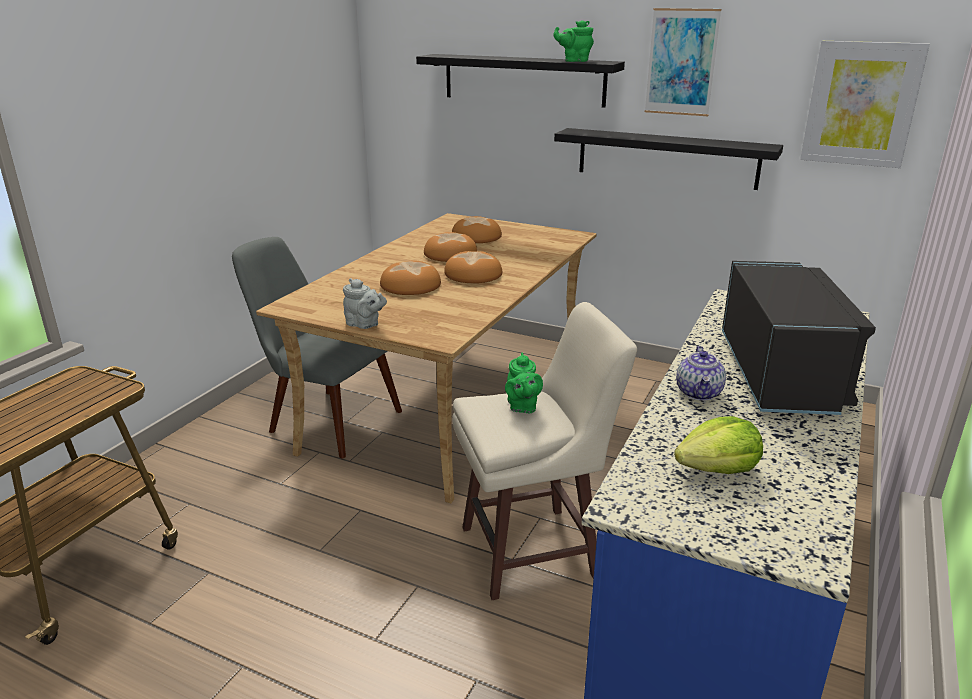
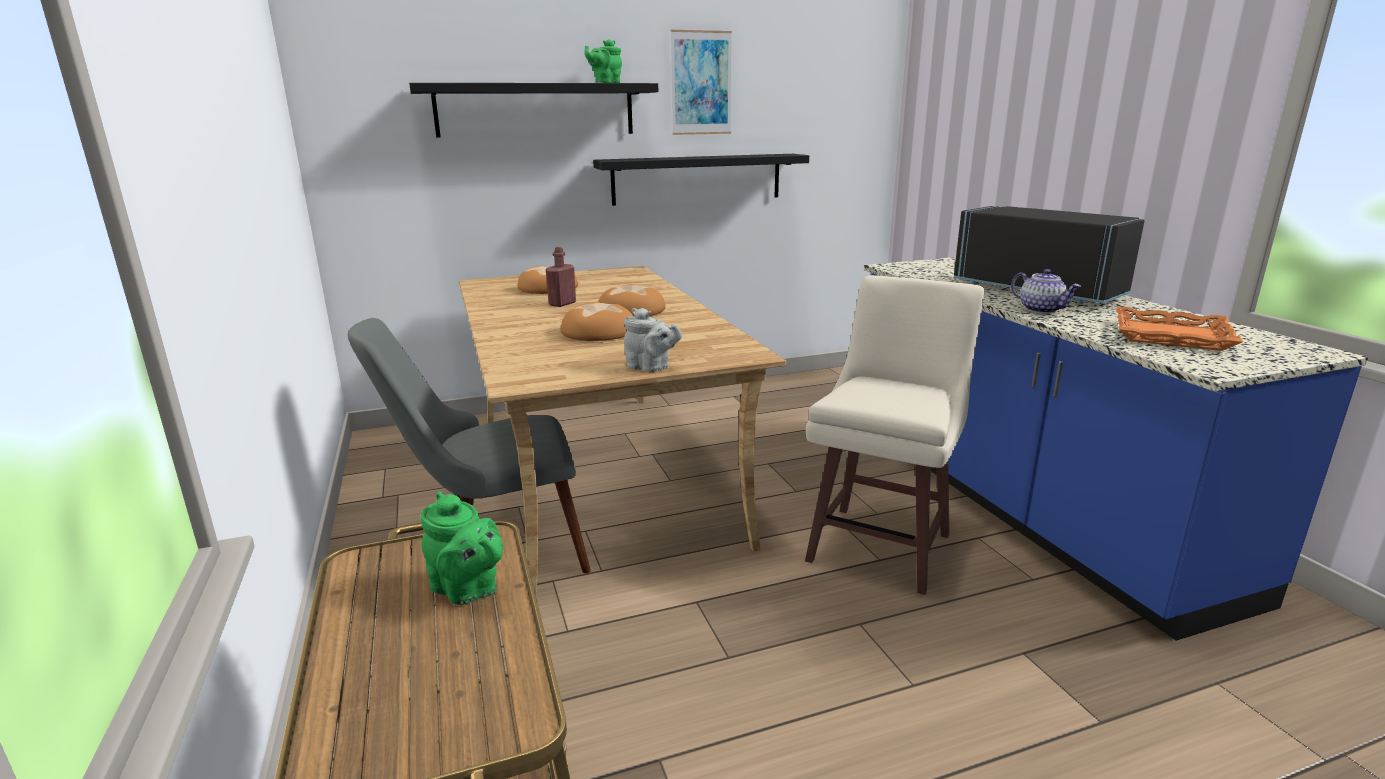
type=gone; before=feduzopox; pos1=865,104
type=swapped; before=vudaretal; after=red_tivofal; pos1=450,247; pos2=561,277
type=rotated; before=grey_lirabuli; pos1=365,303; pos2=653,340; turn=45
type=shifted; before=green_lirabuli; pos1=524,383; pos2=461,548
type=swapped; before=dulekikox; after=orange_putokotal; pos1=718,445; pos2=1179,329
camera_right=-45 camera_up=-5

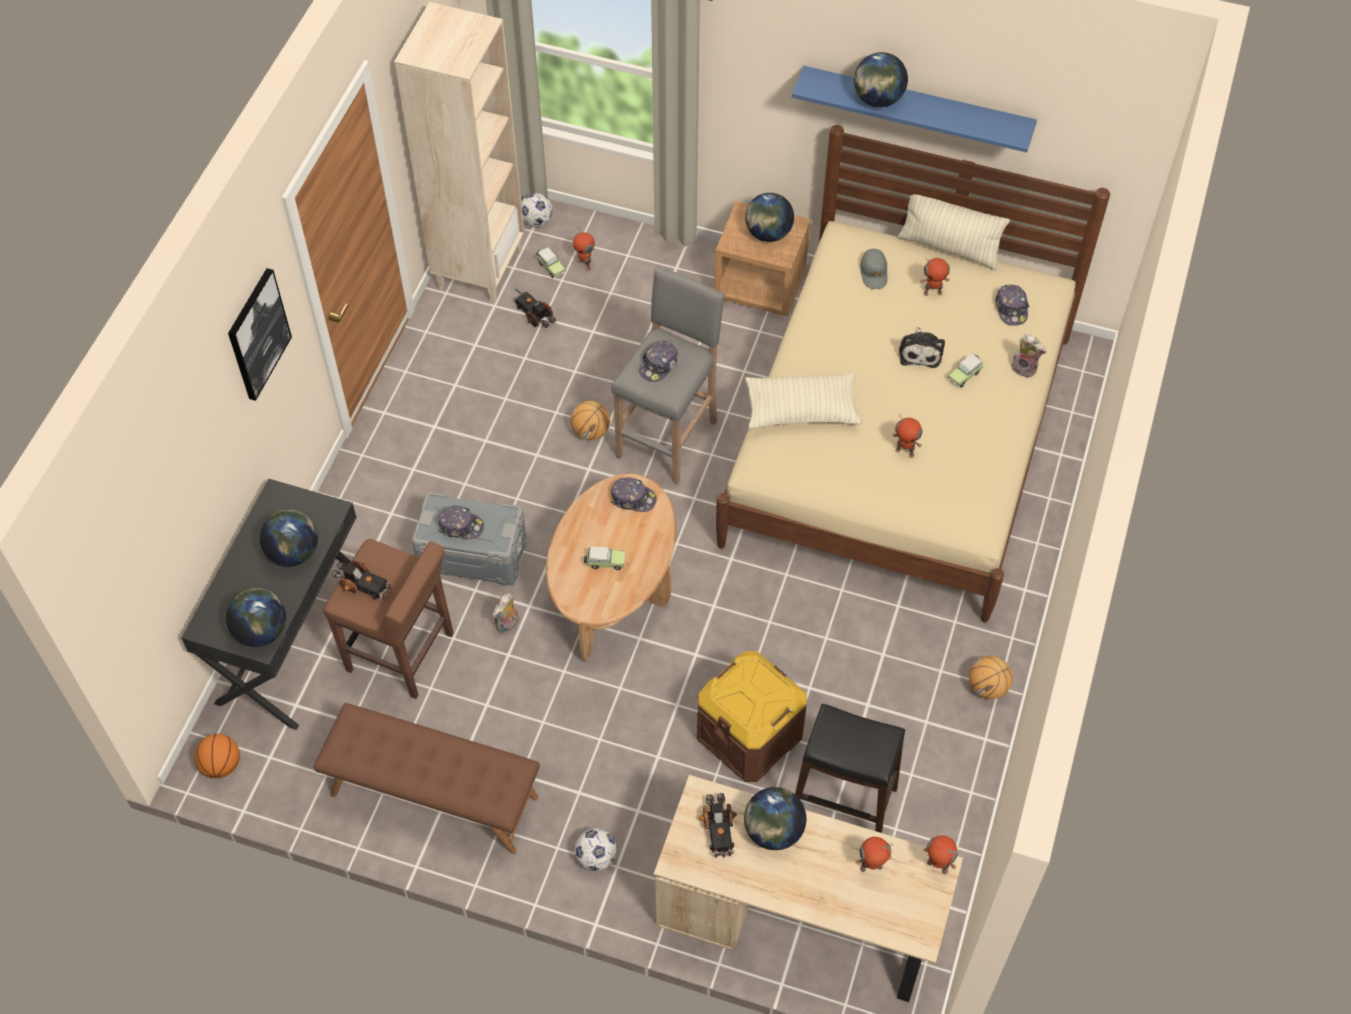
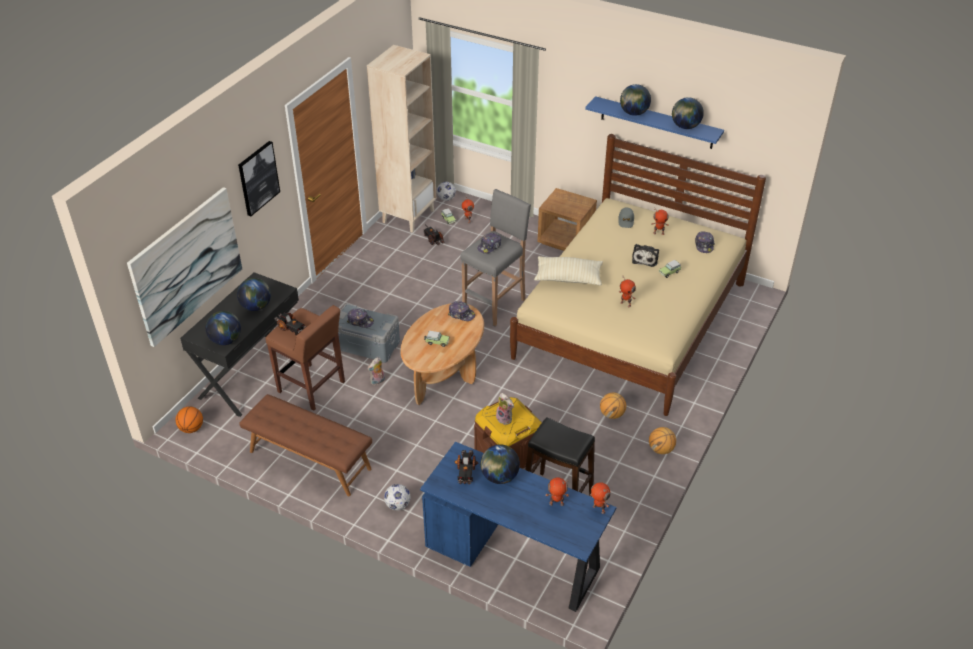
type=shifted; before=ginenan; pos1=769,217; pos2=688,113
type=gone; before=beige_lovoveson; pos1=954,232
type=shifted; before=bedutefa; pos1=1029,356; pos2=505,409
type=shifted; before=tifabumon; pos1=590,420; pos2=613,406
type=repainted; before=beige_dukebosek; after=blue_dukebosek; pos1=808,888; pos2=518,527
type=new; after=feduzopox; pos2=184,267
camera_right=10 camera_up=-15

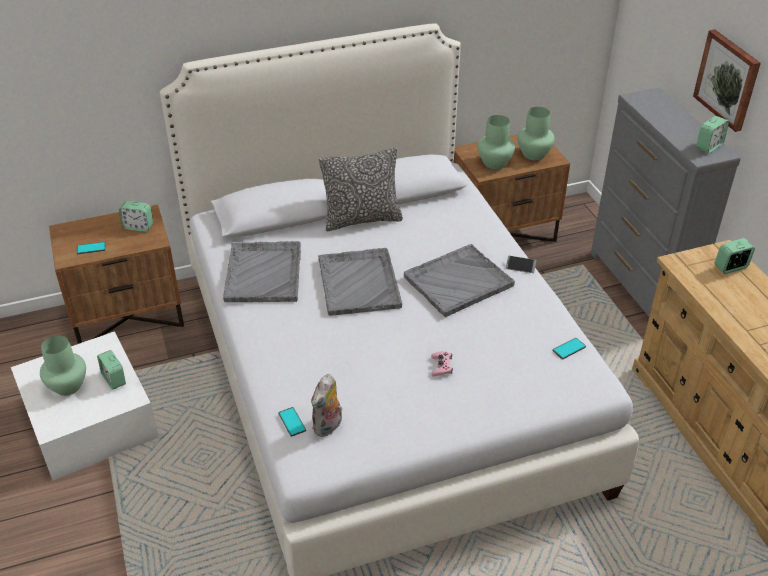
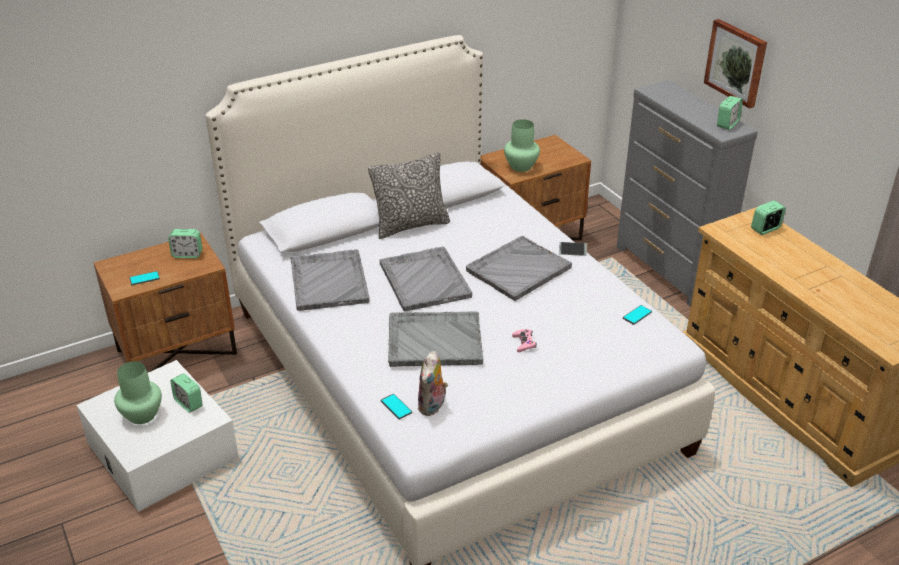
type=gone; before=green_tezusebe; pos1=536,133
type=new; after=grey_putokotal; pos2=435,339
camera_right=-10 camera_up=-5

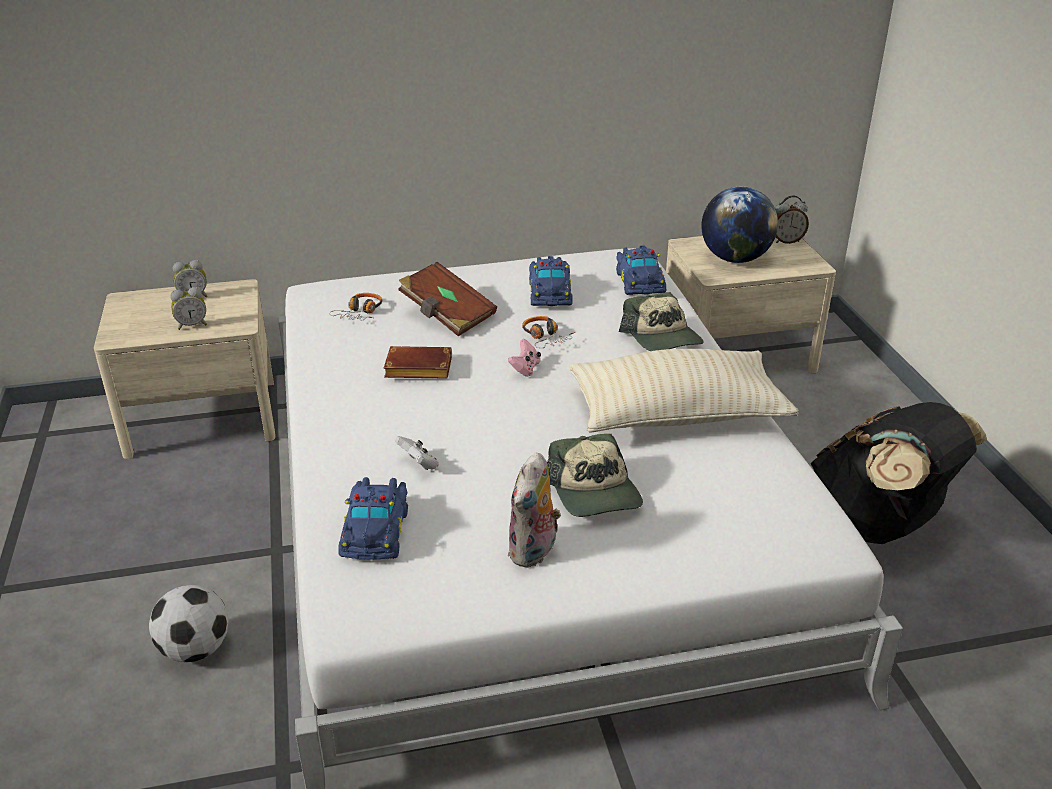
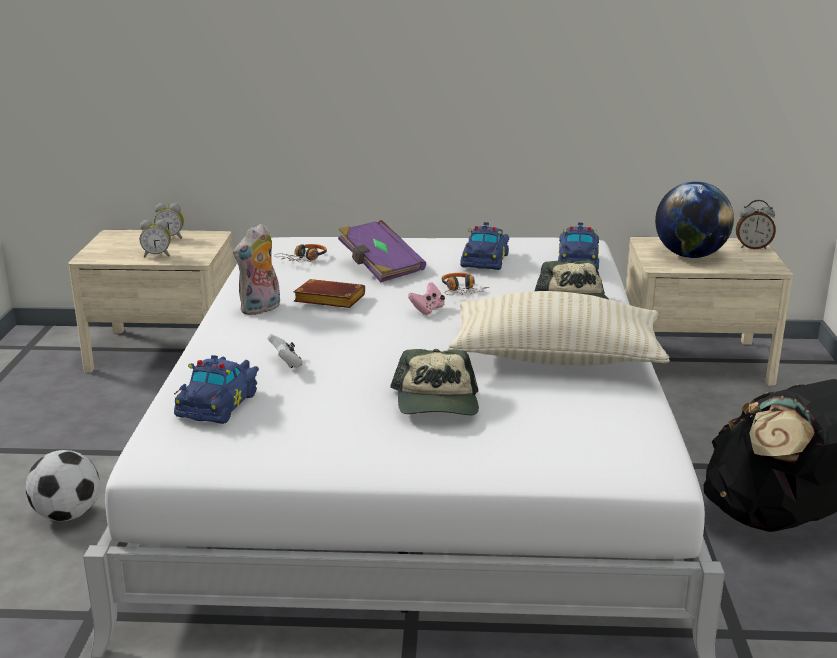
type=repainted; before=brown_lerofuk; after=purple_lerofuk; pos1=447,299; pos2=382,251
type=shifted; before=bedutefa; pos1=534,510; pos2=256,269
camera_right=15 camera_up=-10

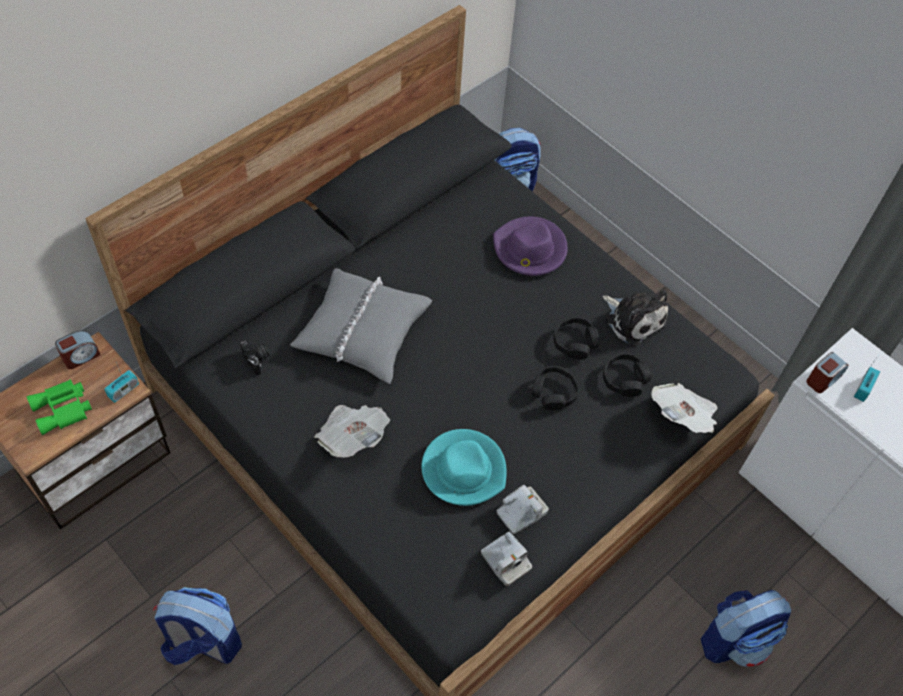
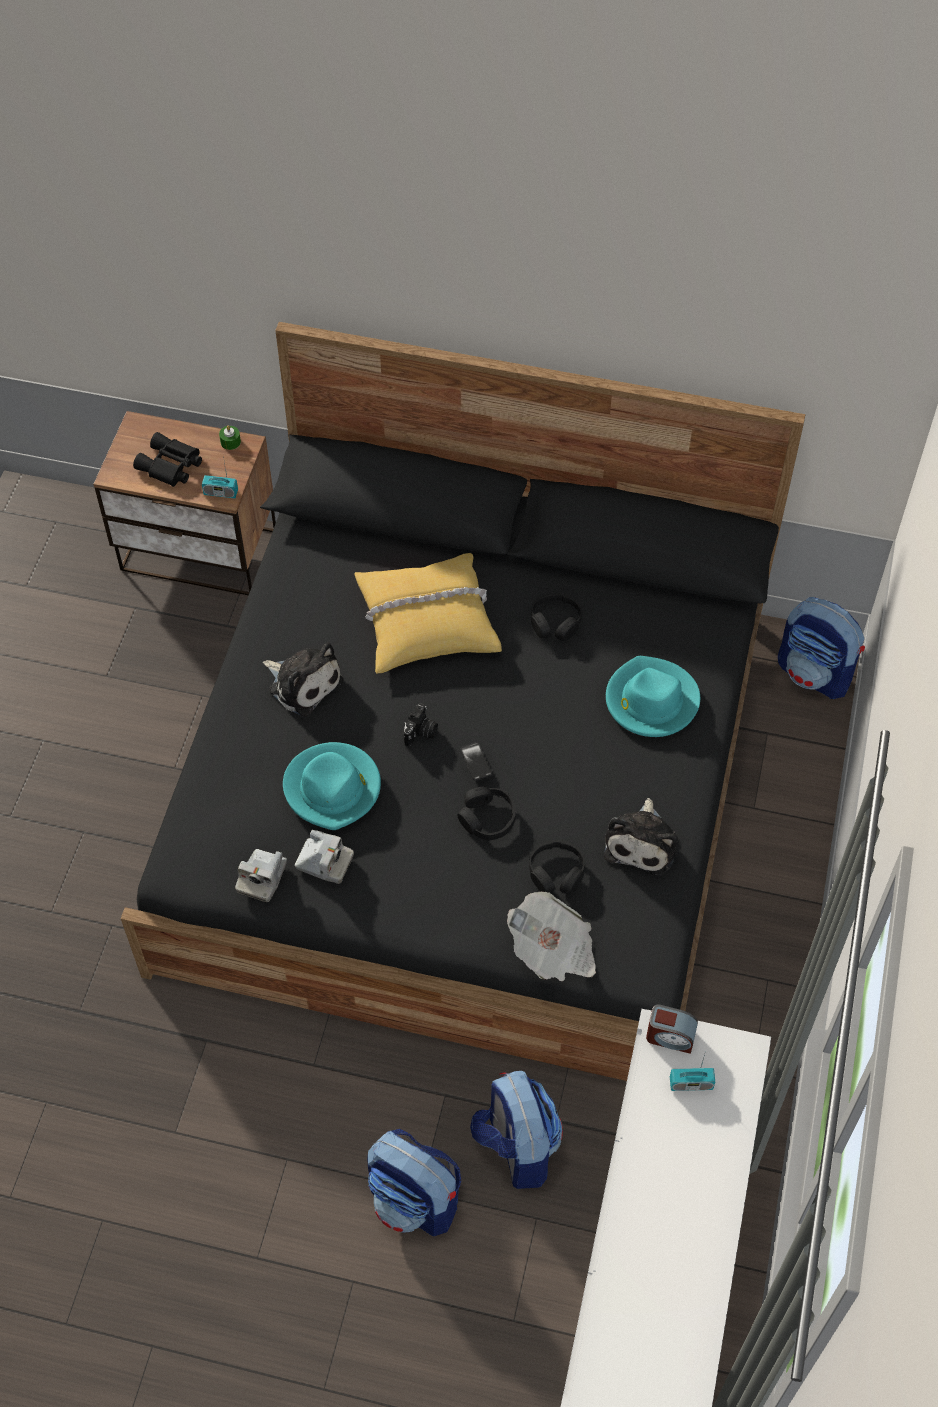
type=repainted; before=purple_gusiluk; after=turquoise_gusiluk; pos1=530,246; pos2=653,696
type=repainted; before=grey_lovoveson; after=yellow_lovoveson; pos1=361,326; pos2=428,613
type=shifted; before=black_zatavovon; pos1=576,338; pos2=556,617
type=swapped; before=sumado; after=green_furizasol; pos1=78,349; pos2=230,438
type=shifted; before=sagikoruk; pos1=254,357; pos2=420,725
type=repainted; before=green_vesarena; after=black_vesarena; pos1=59,407; pos2=167,459
type=swapped; before=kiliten; after=bedutefa; pos1=352,431; pos2=303,679
type=shifted; before=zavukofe; pos1=197,626; pos2=516,1130
type=new; after=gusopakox; pos2=476,761
camera_right=60 camera_up=0

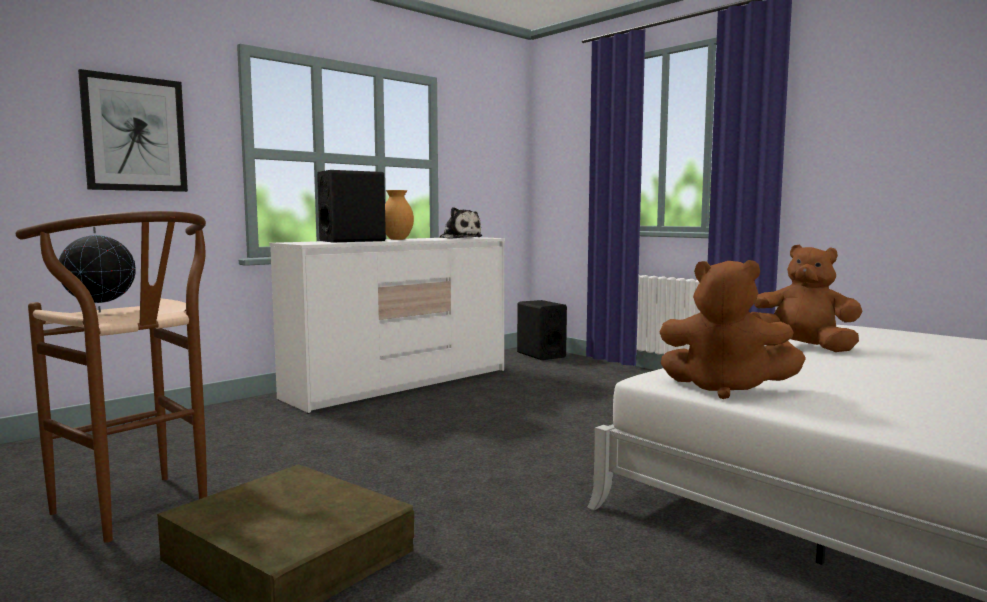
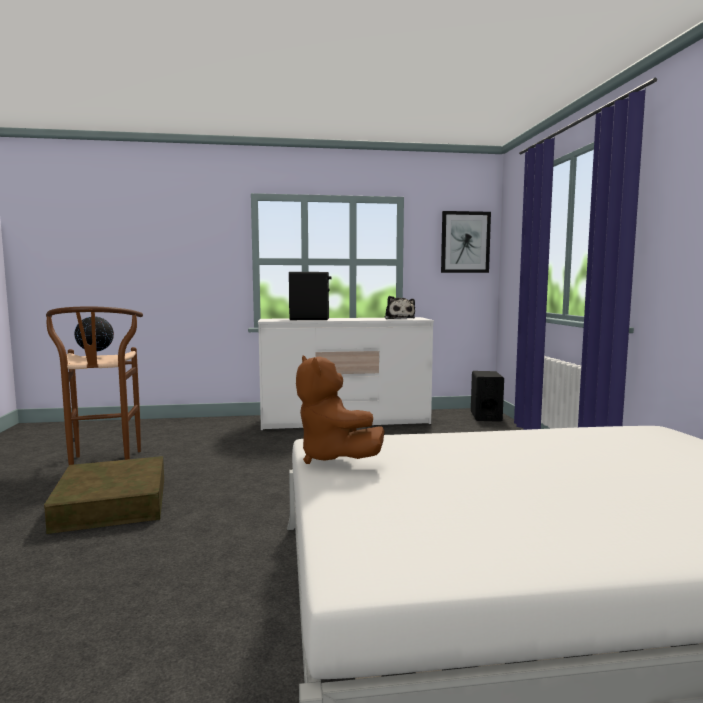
type=shifted; before=feduzopox; pos1=133,130; pos2=466,242
type=gone; before=brown_tezusebe; pos1=399,215
type=gone; before=brown_bedutefa; pos1=806,298
camera_right=35 camera_up=0

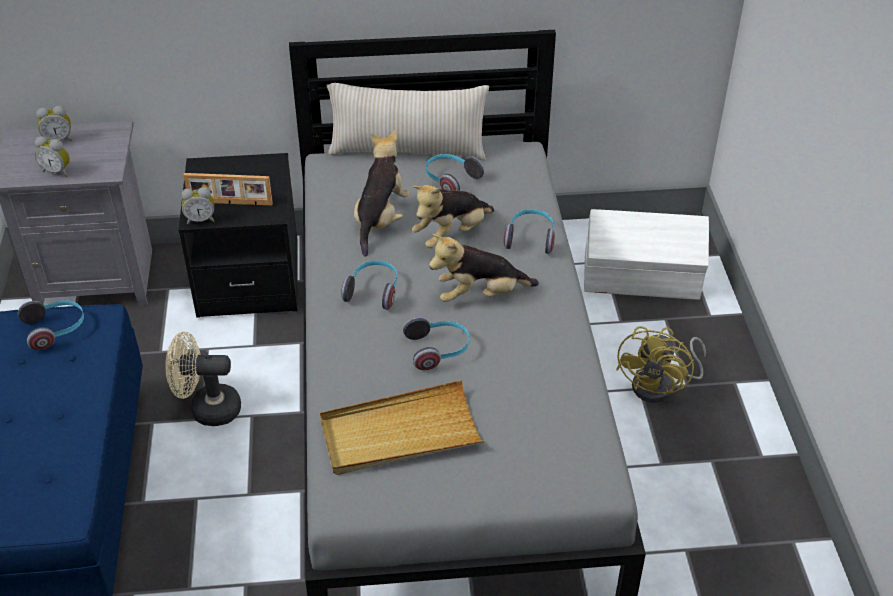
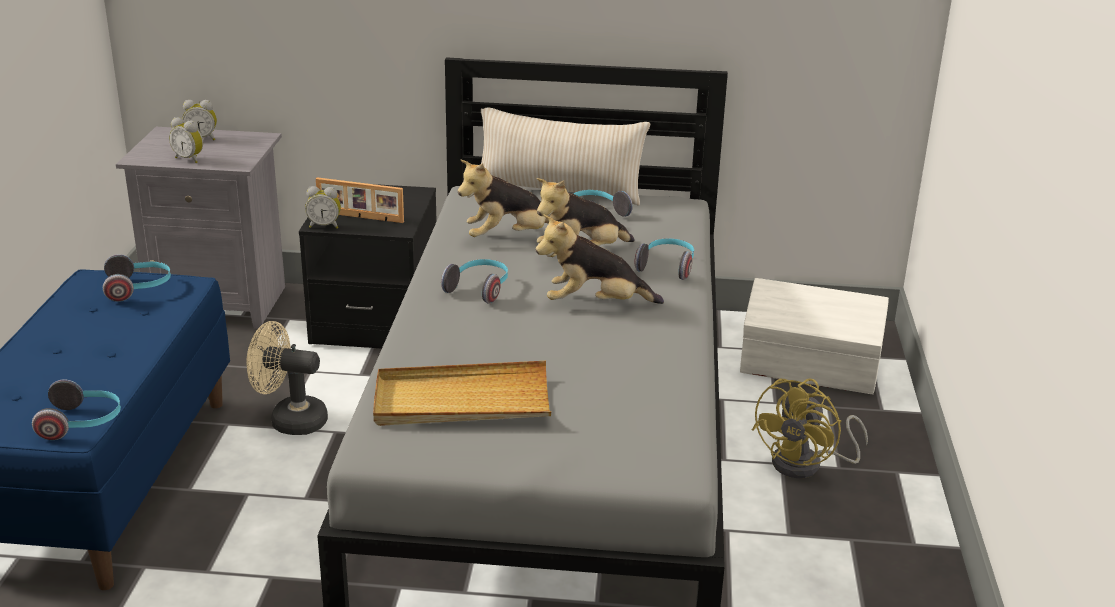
type=rotated; before=bedutefa; pos1=381,193; pos2=504,198; turn=-135
type=shifted; before=zatavovon; pos1=436,343; pos2=76,409
camera_right=10 camera_up=-15

